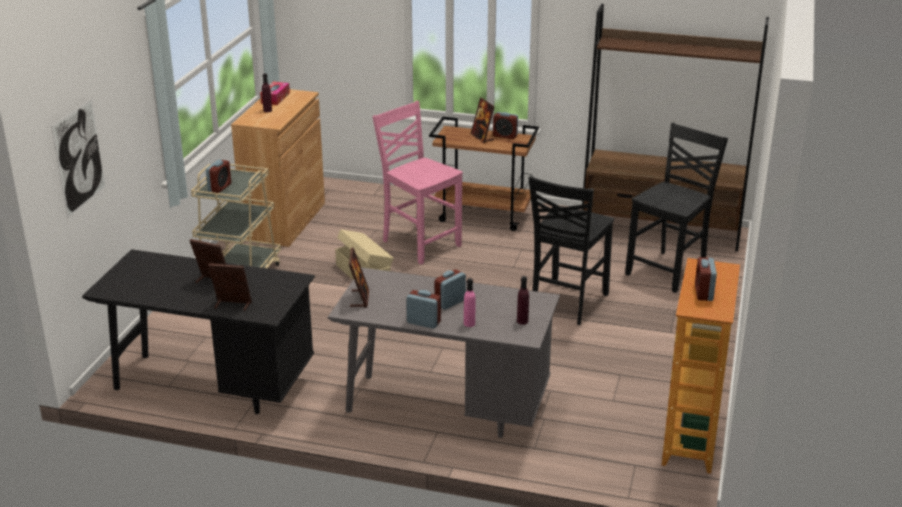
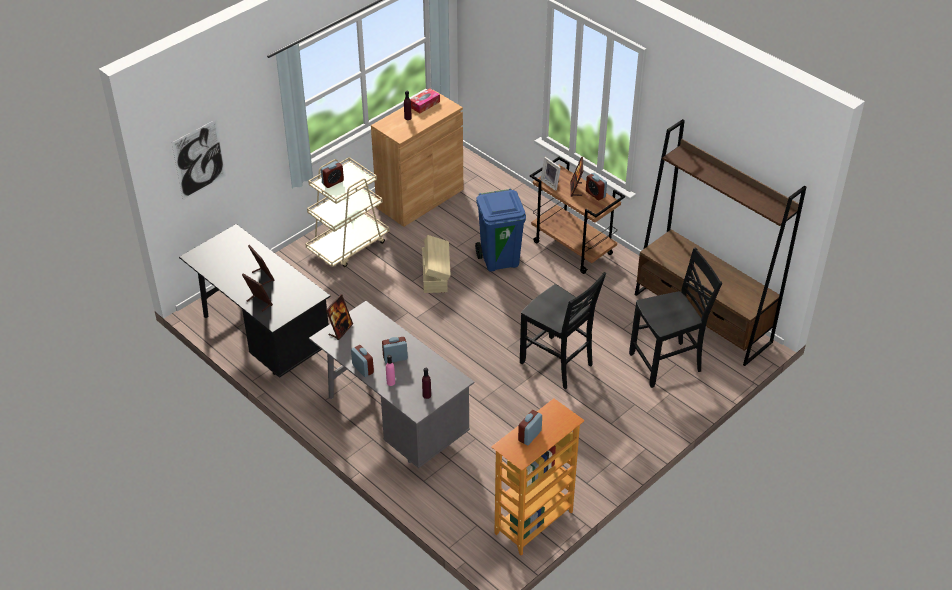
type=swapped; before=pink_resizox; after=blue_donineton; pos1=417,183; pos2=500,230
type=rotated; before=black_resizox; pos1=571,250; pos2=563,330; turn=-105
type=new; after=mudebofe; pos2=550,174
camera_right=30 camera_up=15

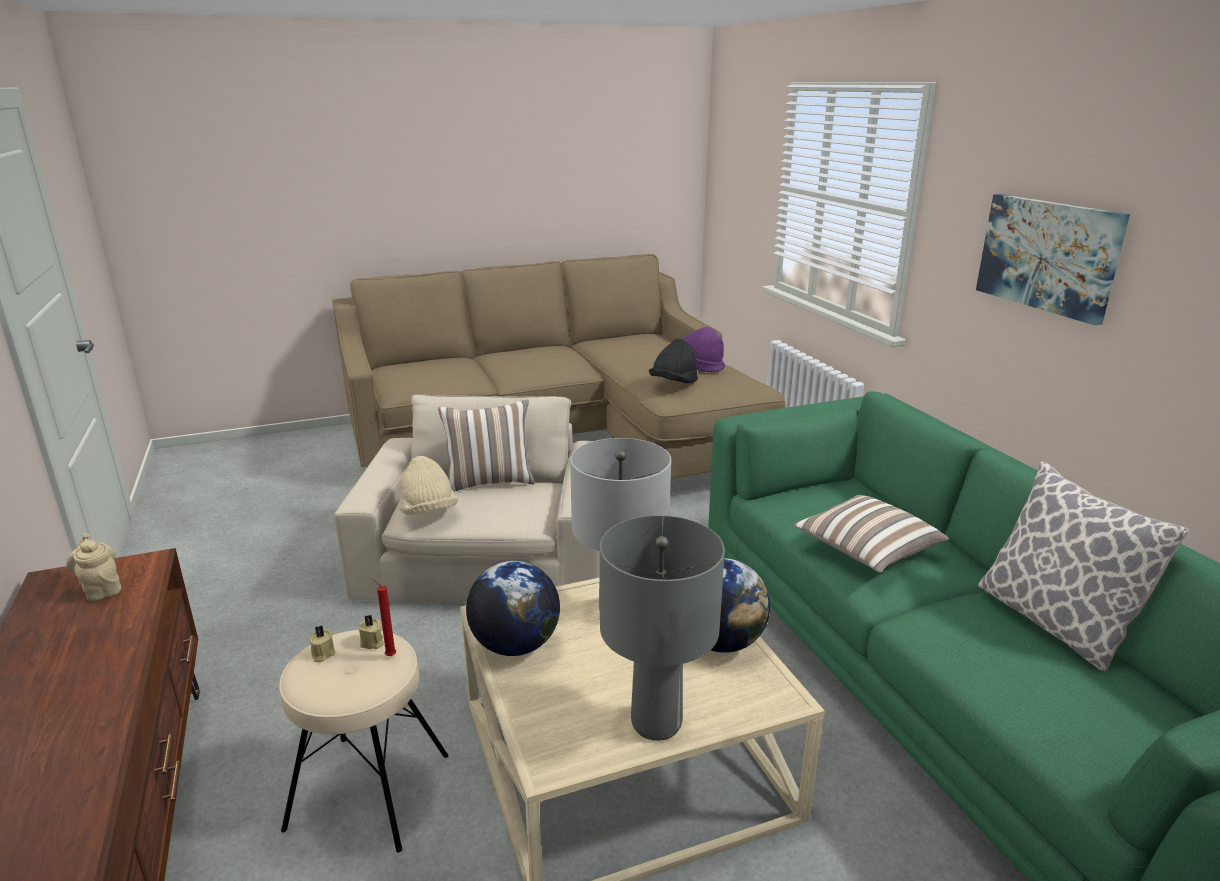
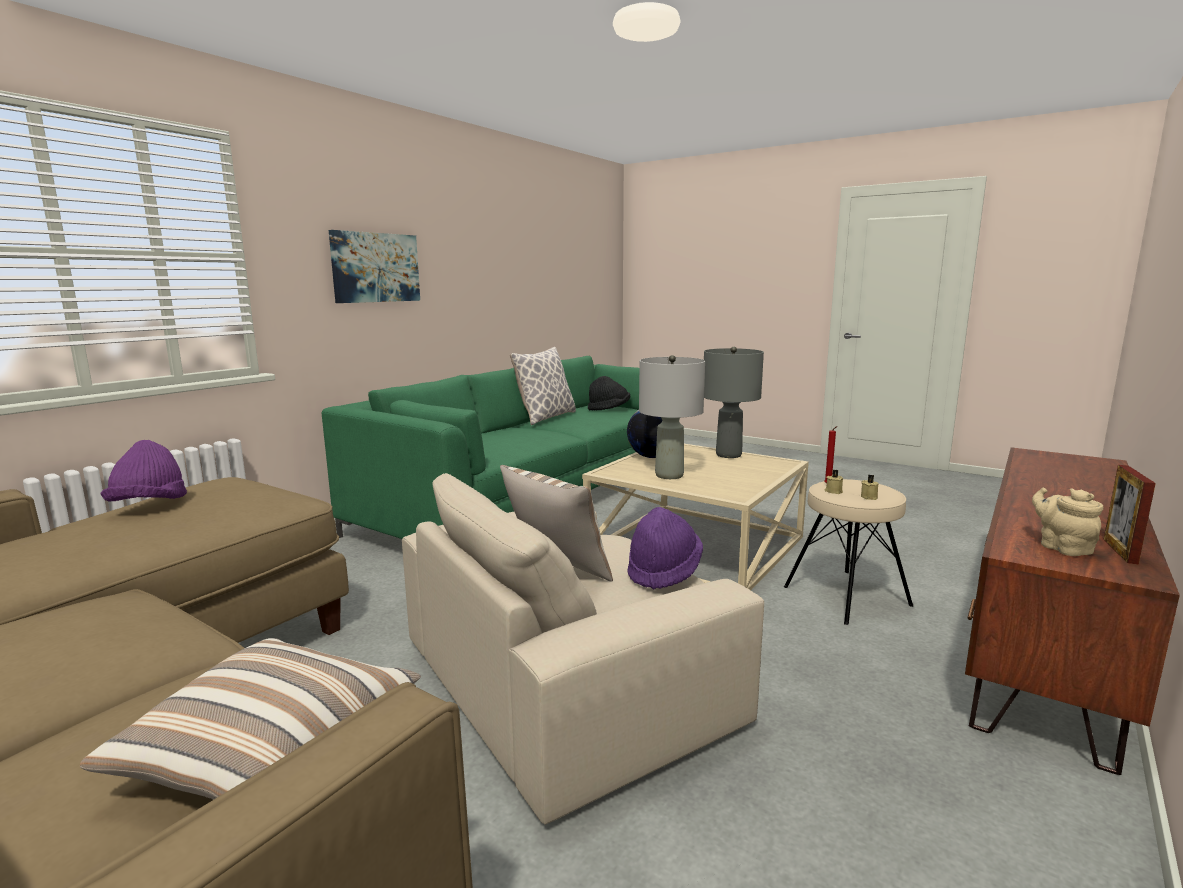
type=shifted; before=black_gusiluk; pos1=673,361; pos2=609,393
type=repainted; before=beige_gusiluk; after=purple_gusiluk; pos1=428,485; pos2=665,548
type=shifted; before=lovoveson; pos1=871,534; pos2=250,719
type=rotated; before=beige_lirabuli; pos1=93,567; pos2=1067,521; turn=150
type=gone; before=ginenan; pos1=513,608
type=new; after=mudebofe; pos2=1130,514
camera_right=-125 camera_up=-10

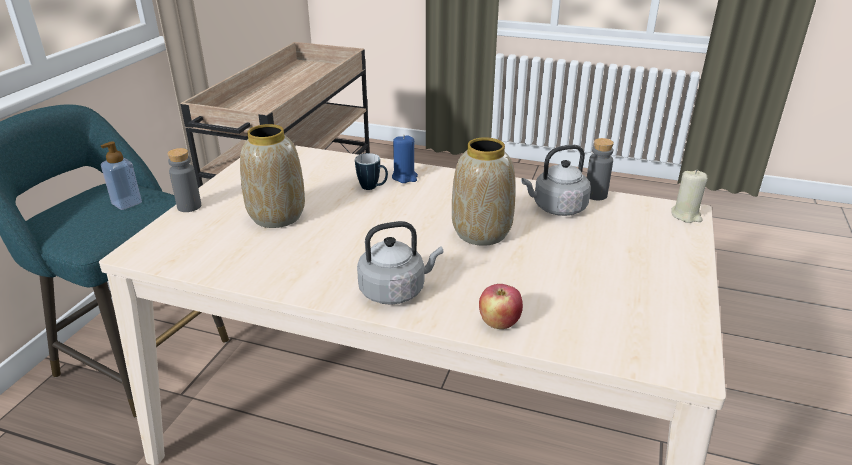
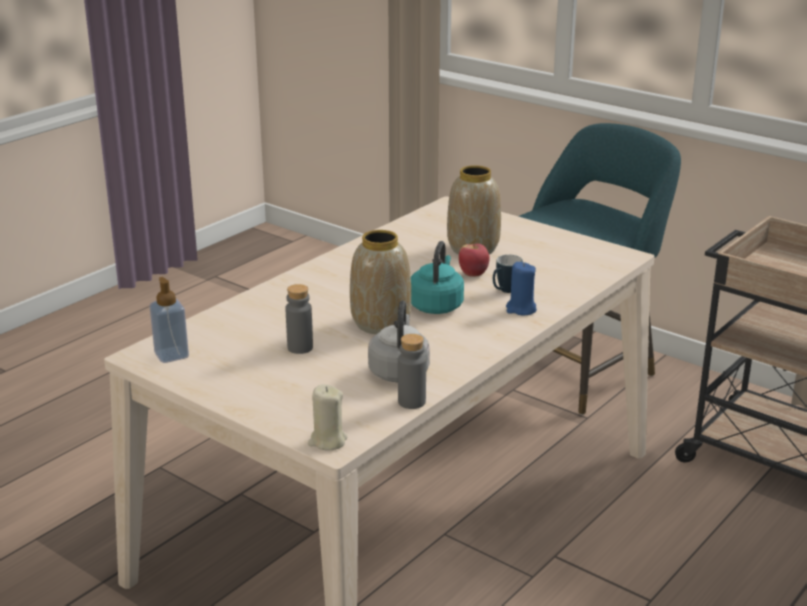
type=shifted; before=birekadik; pos1=121,176; pos2=169,320
type=shifted; before=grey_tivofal; pos1=184,180; pos2=299,319
type=gone; before=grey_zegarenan; pos1=400,263
type=shifted; before=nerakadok; pos1=501,306; pos2=474,260
type=new; after=turquoise_zegarenan; pos2=437,277
camera_right=110 camera_up=-5

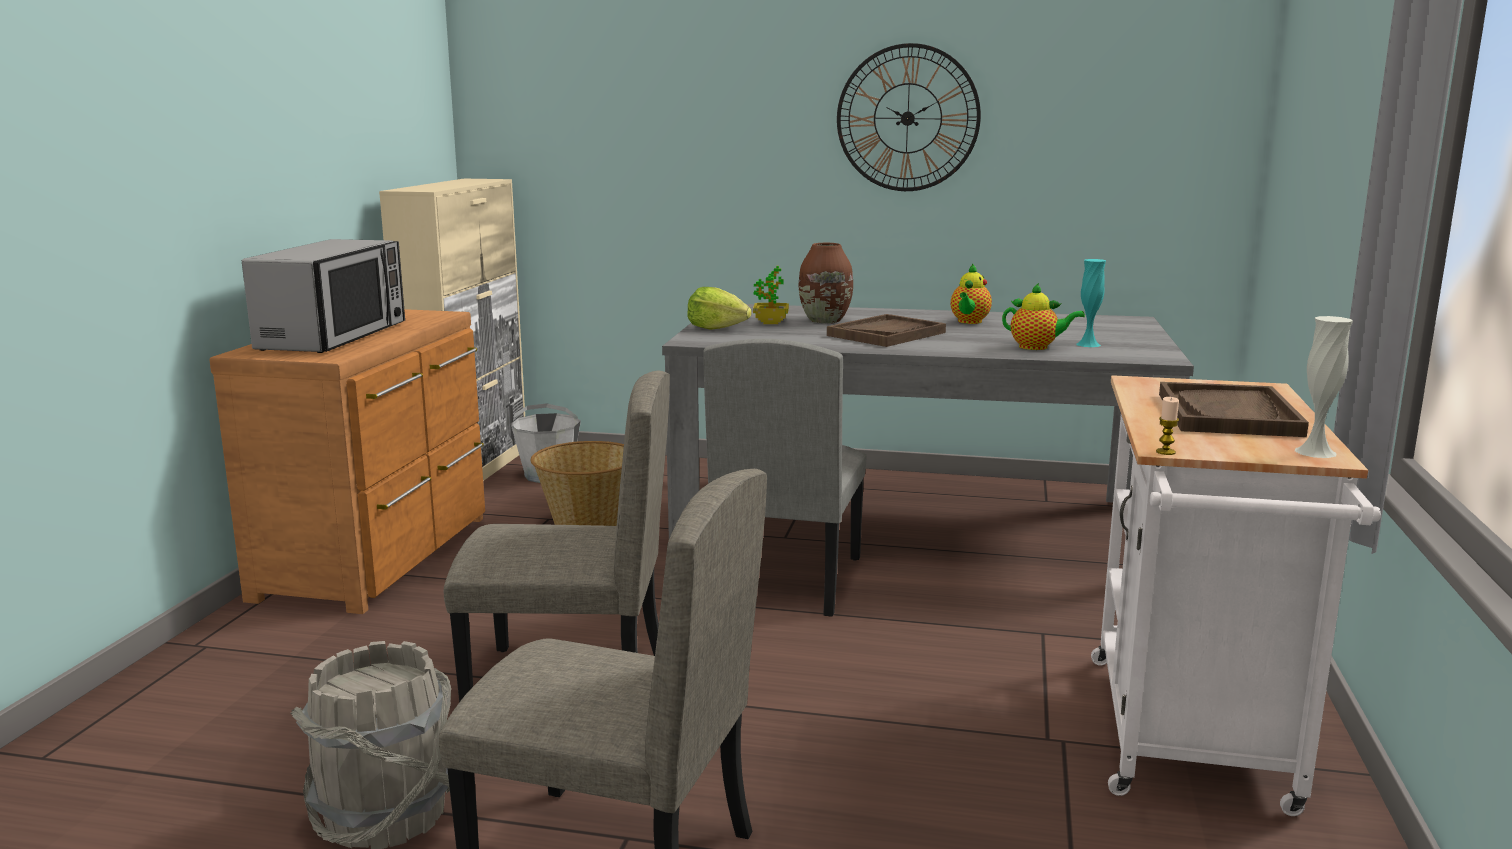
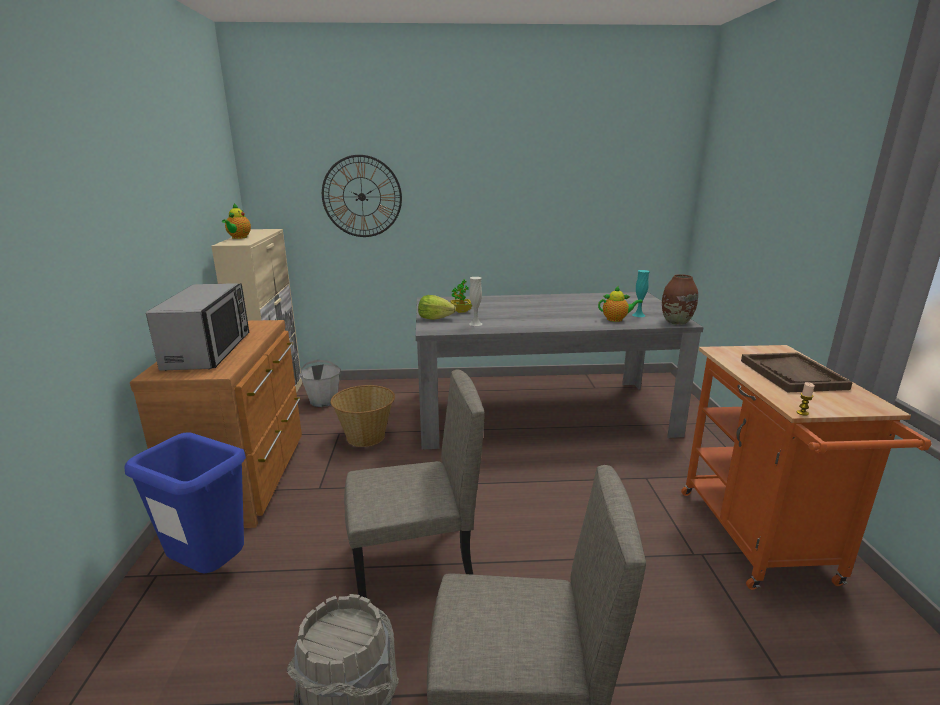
type=shifted; before=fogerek; pos1=909,117; pos2=362,196
type=shifted; before=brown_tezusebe; pos1=826,283; pos2=680,299
type=shifted; before=lirabuli; pos1=971,293; pos2=236,221
type=gone; before=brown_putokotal; pos1=886,330
type=shifted; before=white_tezusebe; pos1=1324,387; pos2=475,301
type=gone; before=grey_resizox; pos1=785,478
type=repainted; before=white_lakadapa; after=orange_lakadapa; pos1=1236,595; pos2=806,467
type=new; after=blue_donineton; pos2=185,502
camera_right=-15 camera_up=5

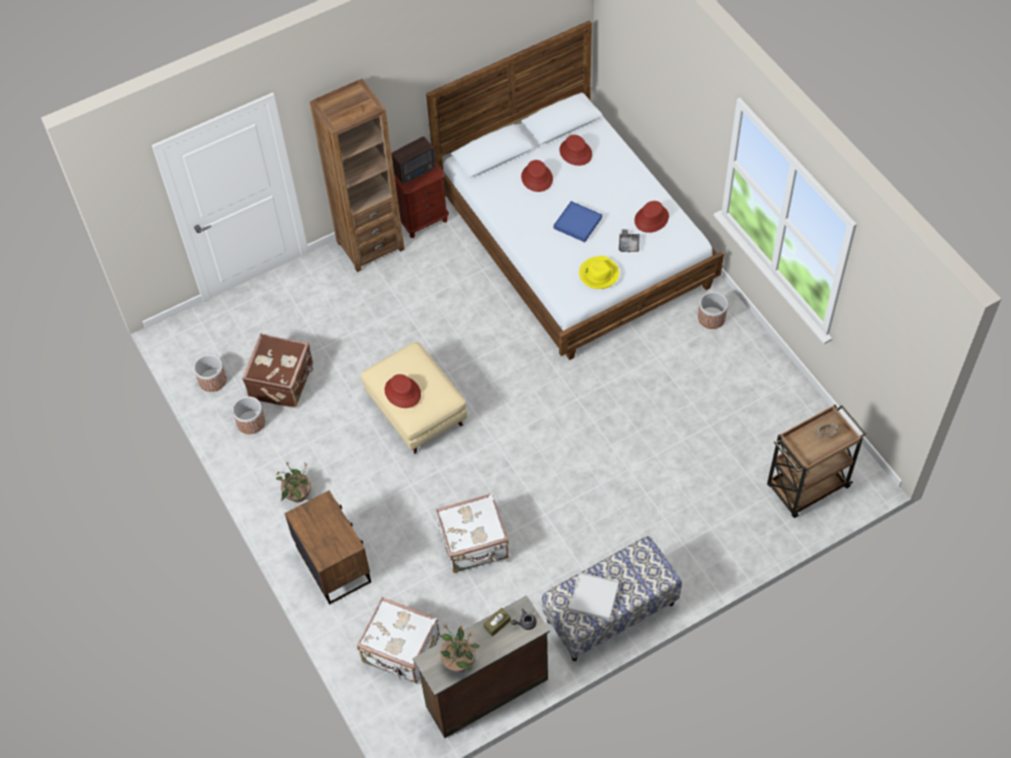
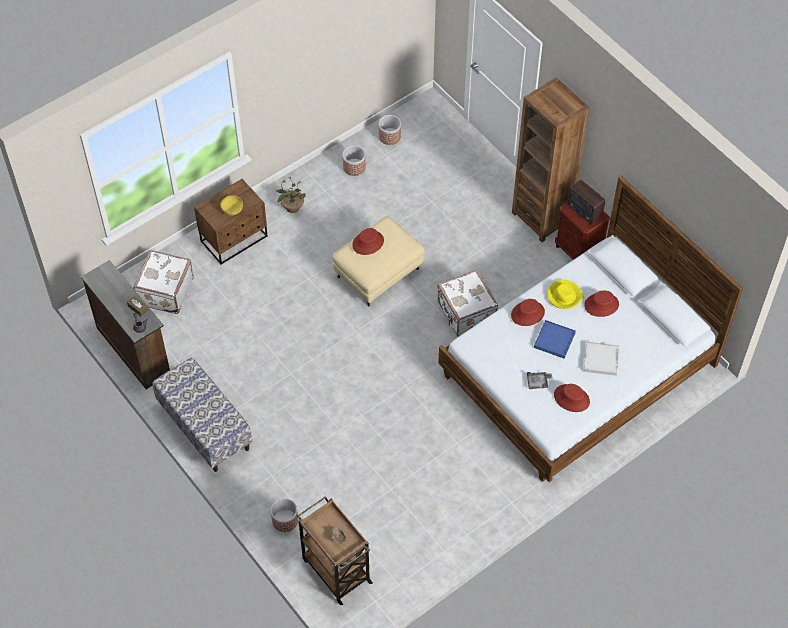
type=shifted; before=red_gusiluk; pos1=575,150; pos2=528,312
type=shifted; before=yellow_gusiluk; pos1=599,272; pos2=565,294
type=shifted; before=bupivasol; pos1=713,310; pos2=284,515
type=gone; before=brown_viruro; pos1=277,371
type=shifted; before=white_viruro; pos1=472,533; pos2=467,303
type=shifted; before=white_putokotal; pos1=594,596; pos2=601,359
type=gone; before=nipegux; pos1=460,648
type=new; after=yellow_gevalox; pos2=231,205
camera_right=80 camera_up=0

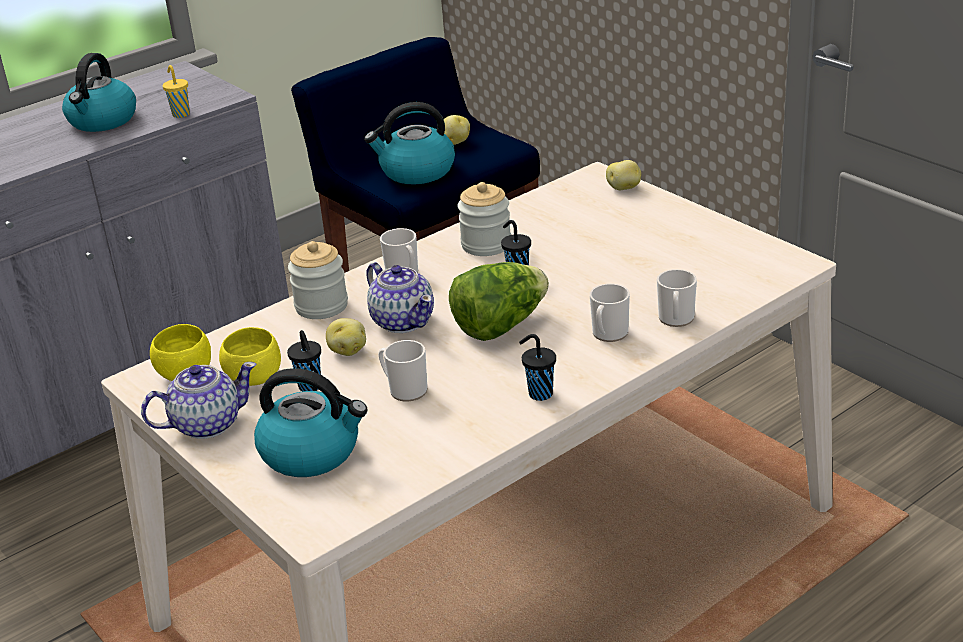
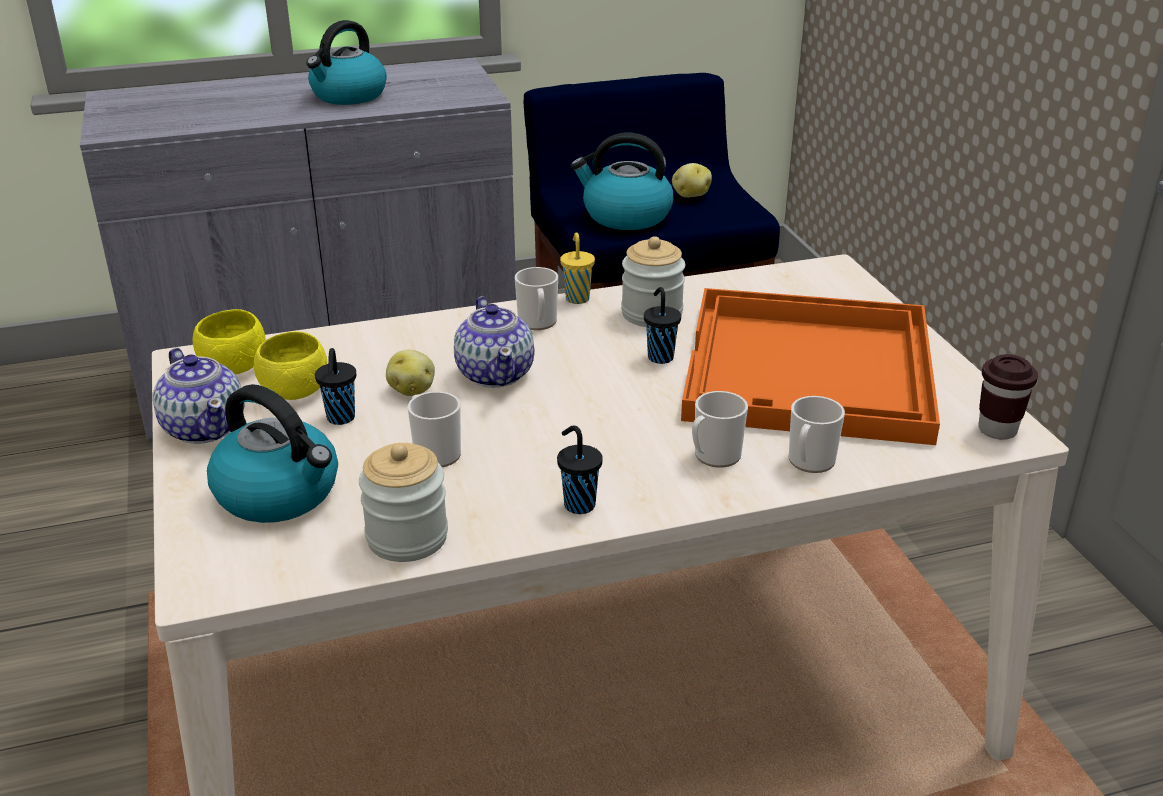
type=shifted; before=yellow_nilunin; pos1=176,91; pos2=577,268
type=gone; before=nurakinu; pos1=623,175
type=shifted; before=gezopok; pos1=318,280; pos2=403,502
type=gone; before=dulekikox; pos1=499,301
type=rotated; before=lirabuli; pos1=198,400; pos2=198,396; turn=60
type=new; after=orange_putokotal; pos2=810,366
type=new; after=brown_nilunin; pos2=1008,397
camera_right=20 camera_up=0

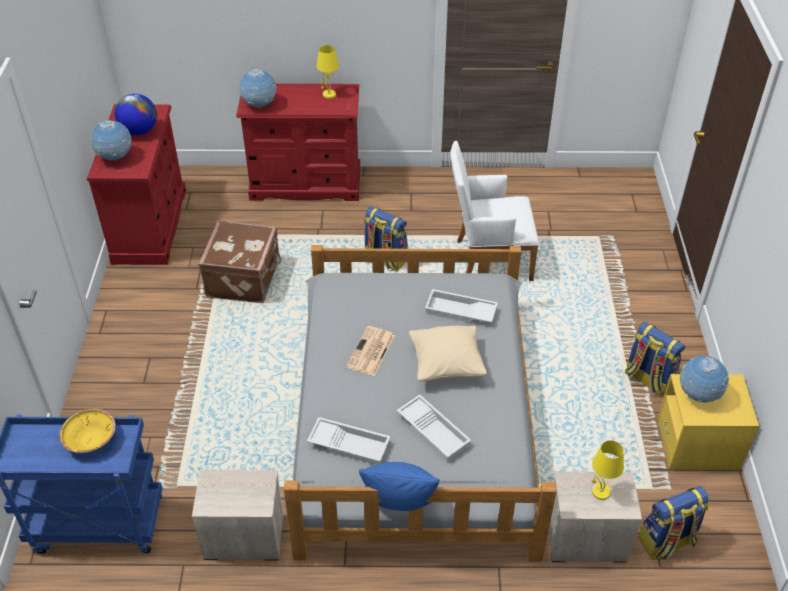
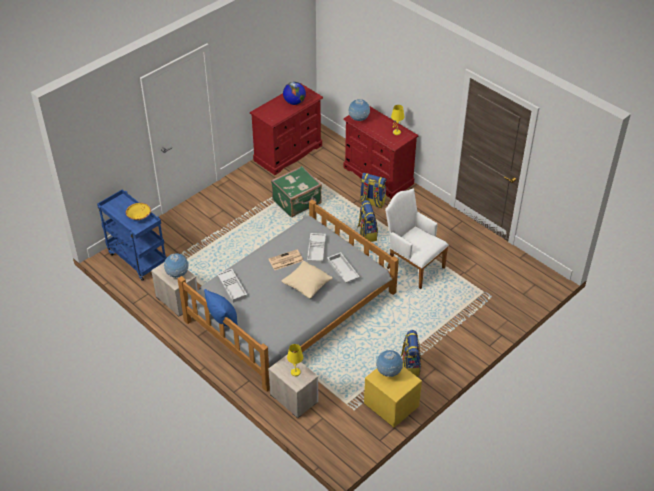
type=shifted; before=ginenan; pos1=111,140; pos2=176,265
type=repainted; before=brown_viruro; after=green_viruro; pos1=240,261; pos2=296,191
type=shifted; before=white_putokotal; pos1=434,428; pos2=316,248
type=shifted; before=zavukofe; pos1=673,523; pos2=373,190
camera_right=45 camera_up=0

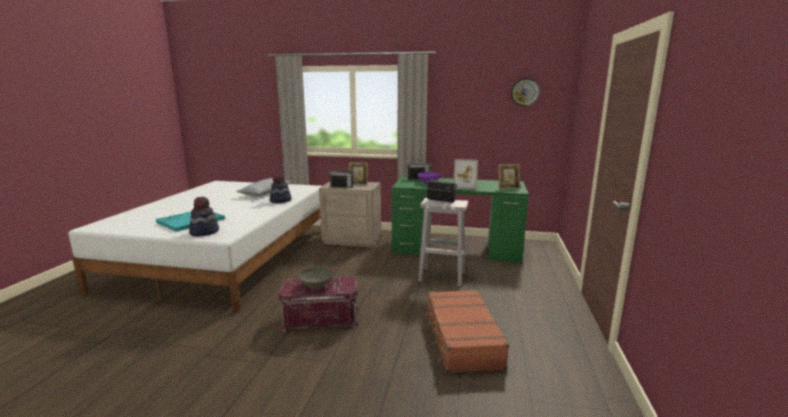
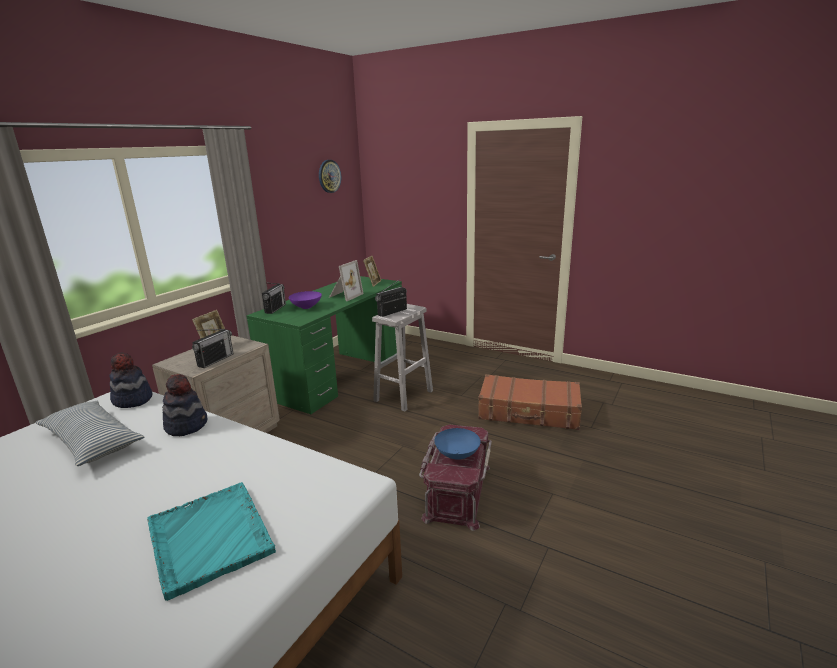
type=shifted; before=gusiluk; pos1=204,216; pos2=131,380
type=repainted; before=grey_gevalox; after=blue_gevalox; pos1=315,278; pos2=457,444
camera_right=-70 camera_up=5

